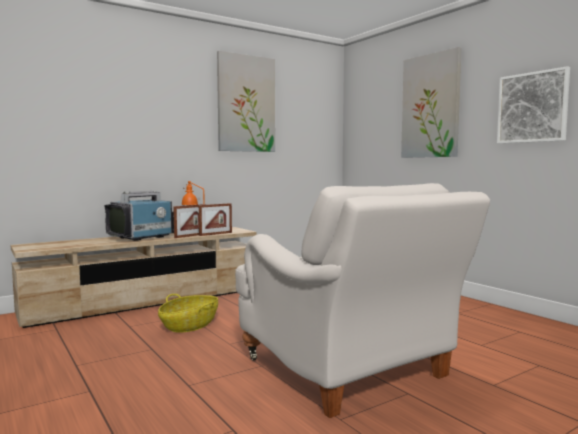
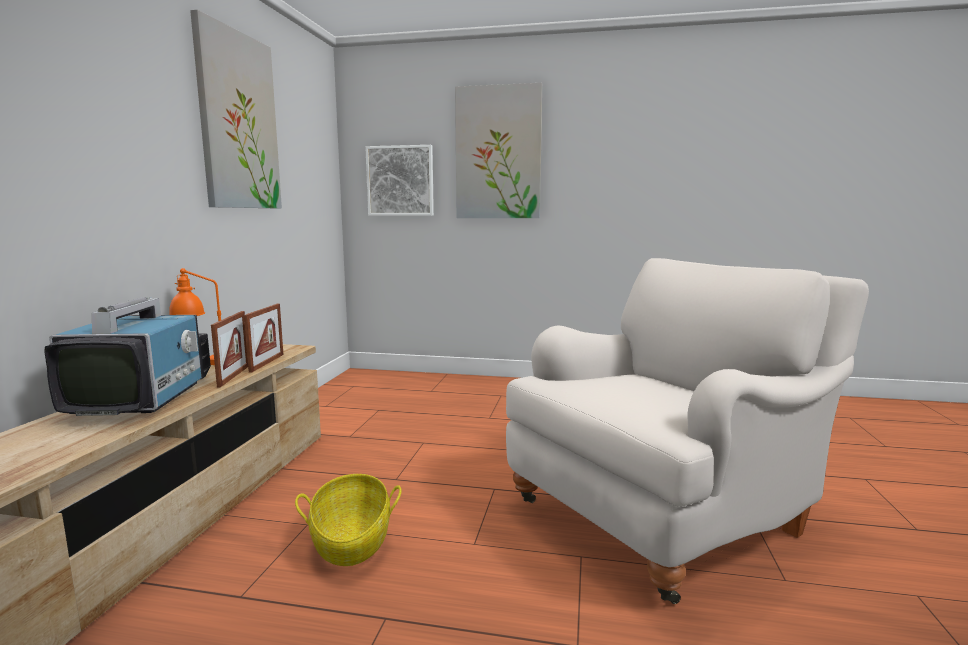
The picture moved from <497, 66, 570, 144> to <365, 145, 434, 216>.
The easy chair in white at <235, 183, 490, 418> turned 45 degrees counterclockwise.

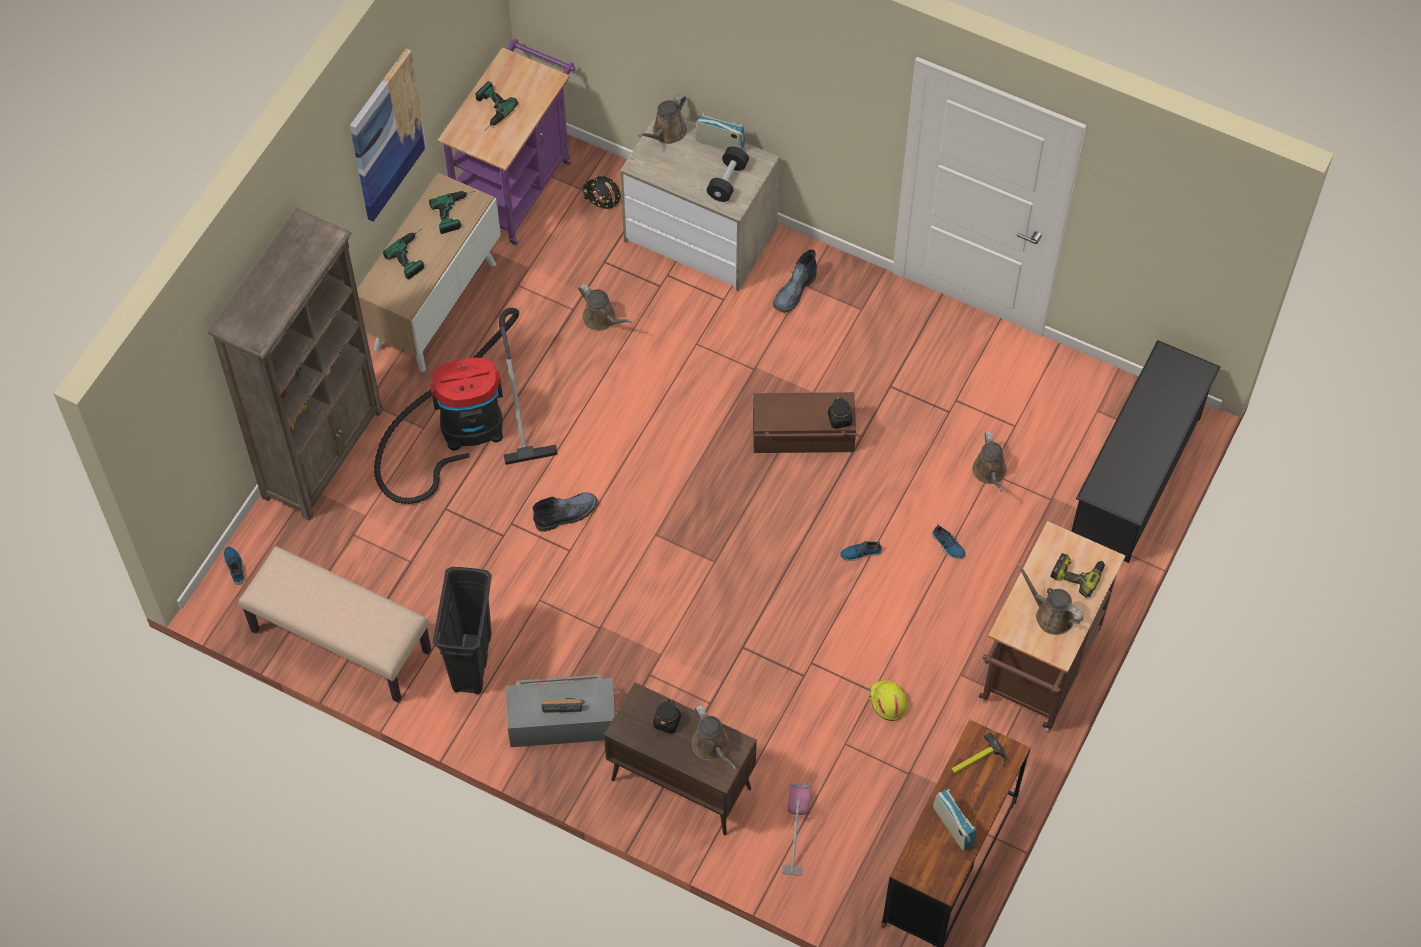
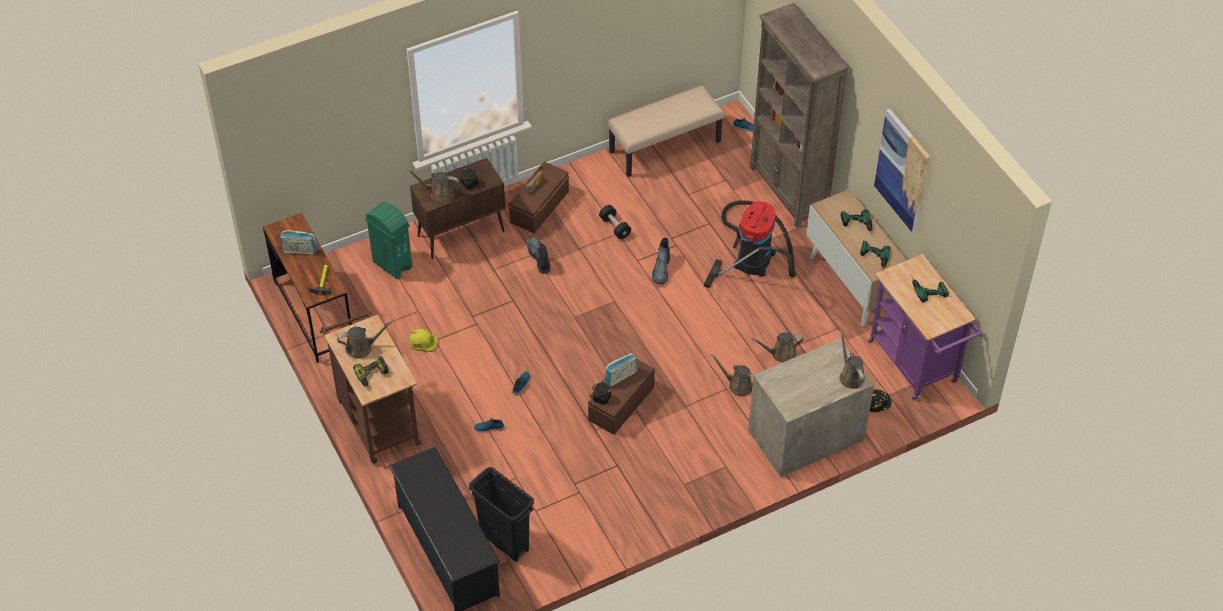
The radio moved from <695, 113, 745, 150> to <604, 353, 638, 387>.
The free weight in black-coloured moved from <707, 146, 749, 202> to <599, 205, 631, 239>.
The tall boot moved from <773, 250, 817, 313> to <527, 238, 551, 274>.
The watering can in brown-coloured moved from <972, 431, 1007, 491> to <711, 355, 755, 397>.
The rubbish bin in black-coloured moved from <433, 567, 492, 694> to <469, 467, 534, 561>.
The storage container in gray at <506, 674, 615, 747> became the storage container in brown-coloured at <509, 162, 569, 233>.
The vacuum cleaner at <782, 783, 811, 876> was replaced by the rubbish bin in green at <365, 202, 412, 279>.

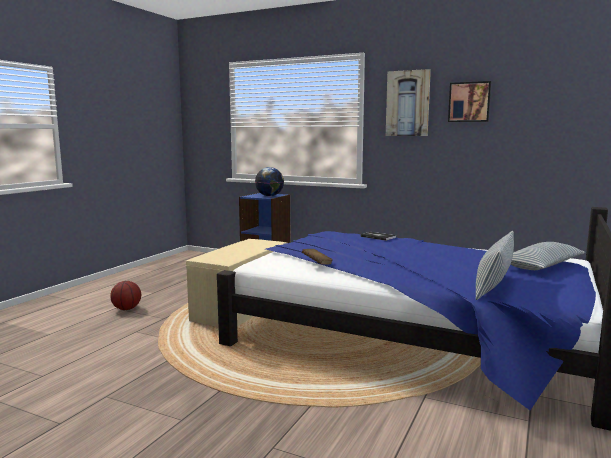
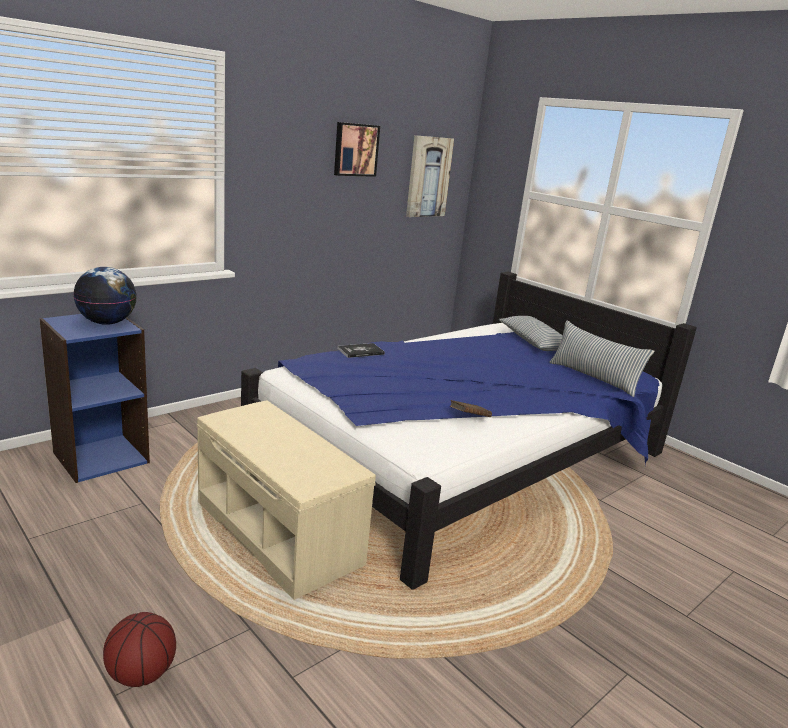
The picture moved from <386, 69, 431, 136> to <406, 135, 454, 217>.

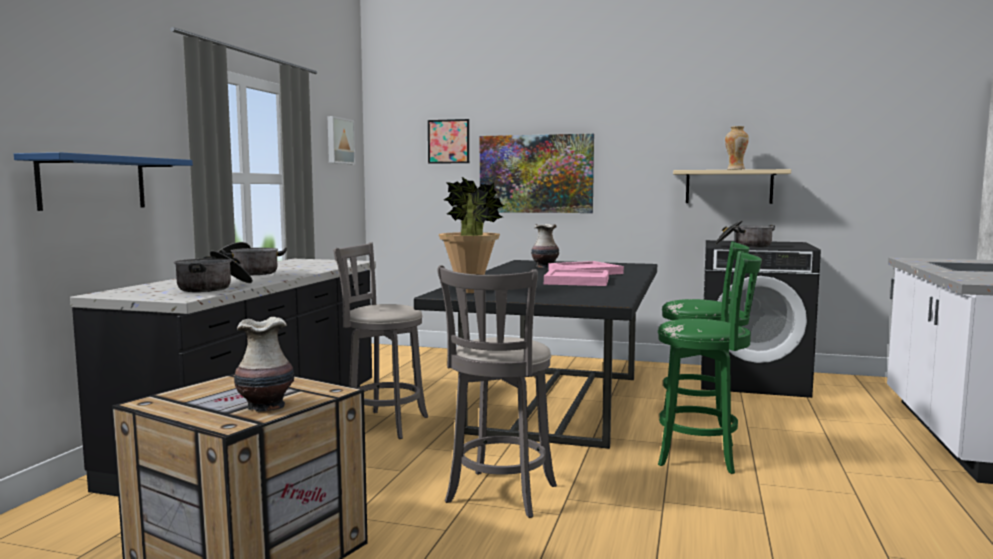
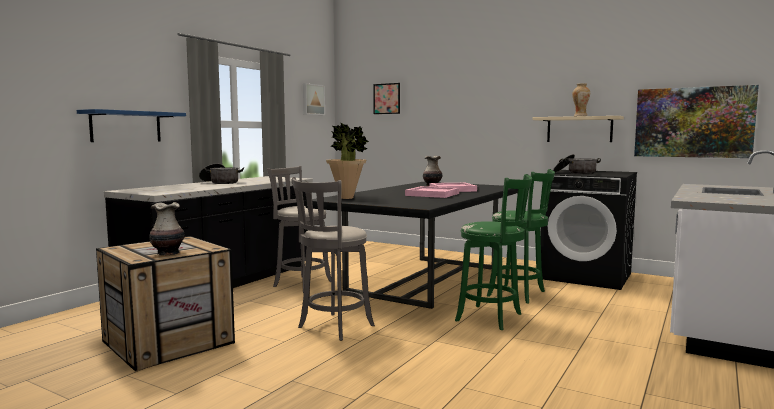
The picture moved from <480, 134, 594, 213> to <634, 85, 759, 158>.
The stockpot at <174, 251, 253, 292> disappeared.

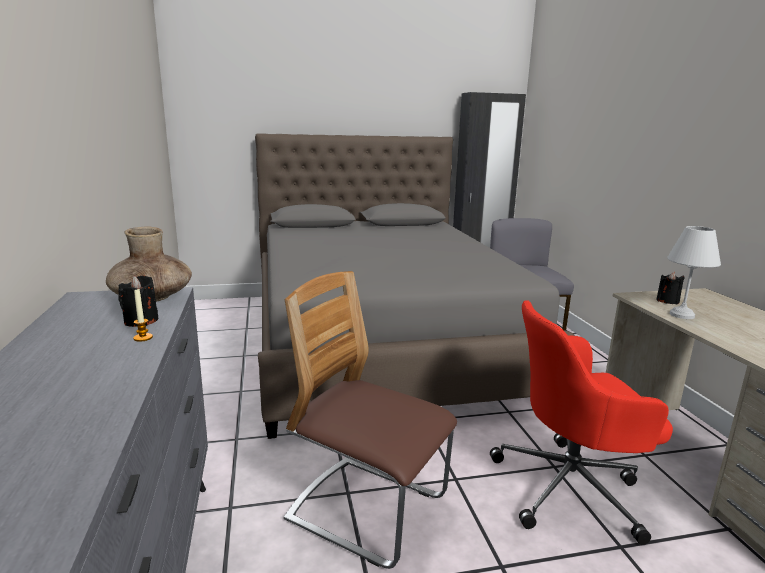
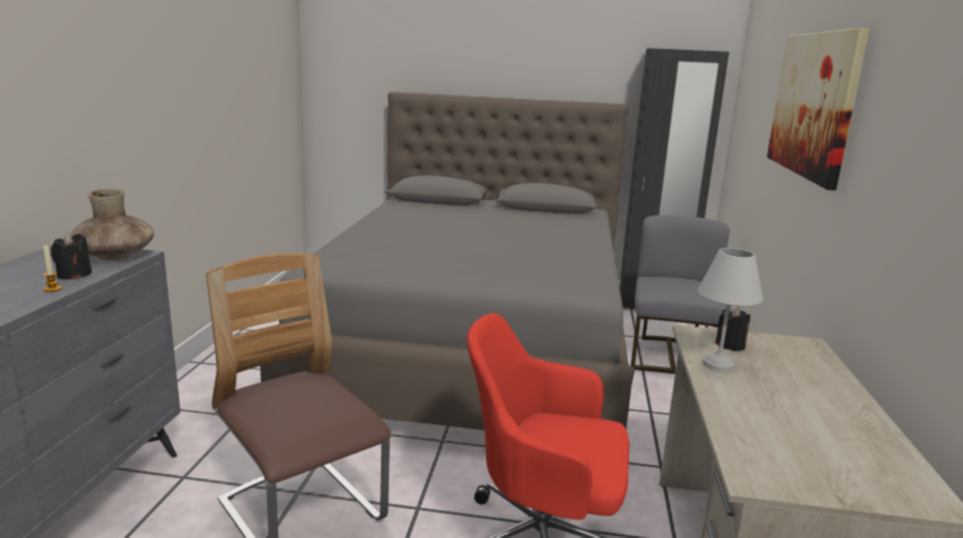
The picture at <767, 28, 869, 191> appeared.

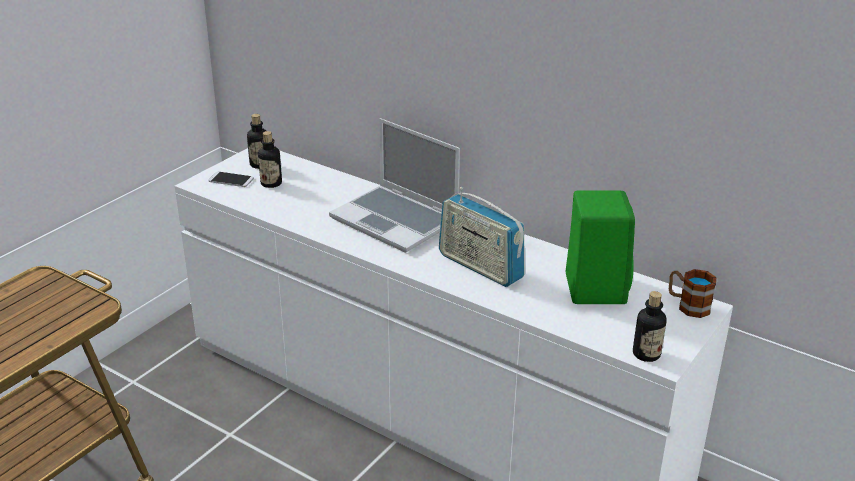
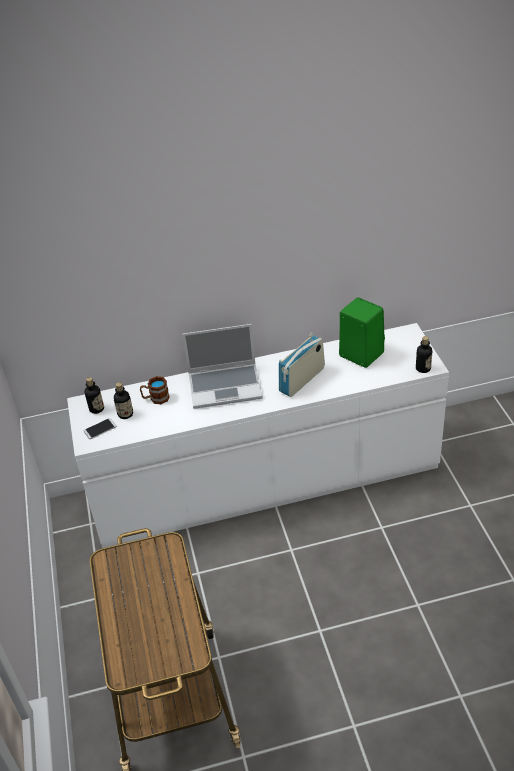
The radio at <439, 187, 525, 287> turned 135 degrees clockwise.
The tea mug moved from <669, 269, 716, 318> to <140, 376, 170, 404>.

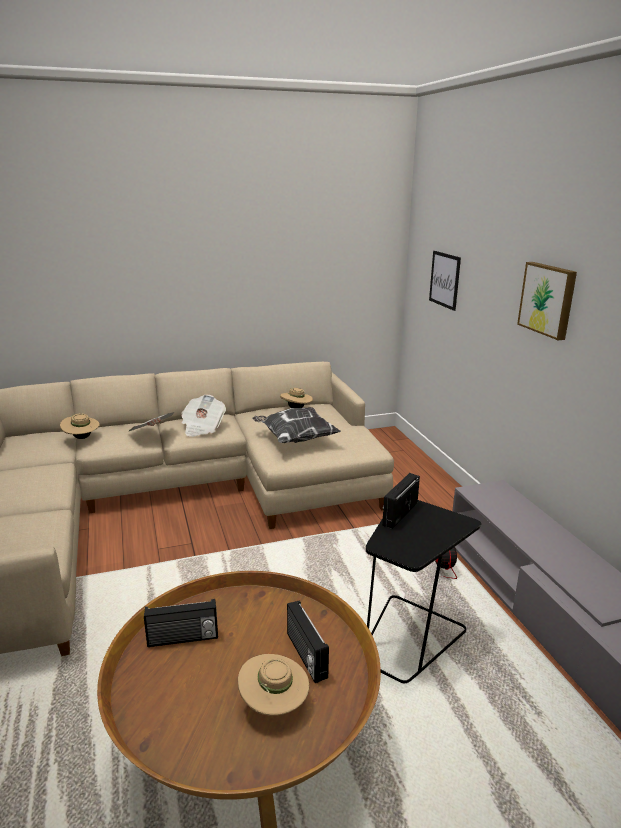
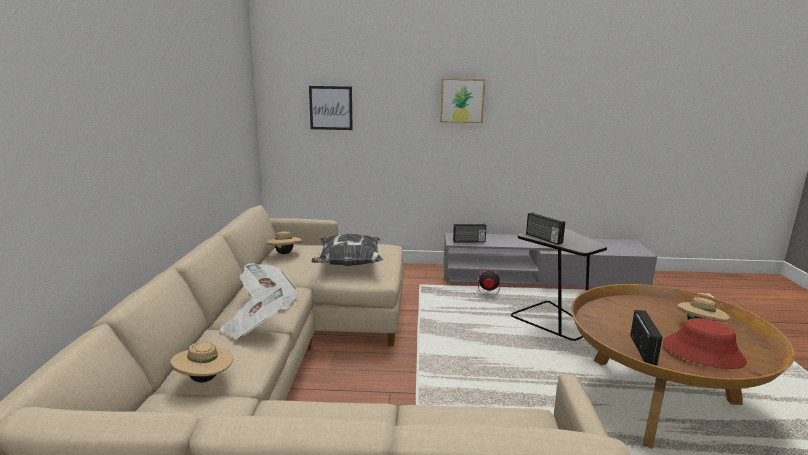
The radio moved from <287, 600, 329, 683> to <453, 224, 486, 243>.
The hat in red-coloured at <663, 318, 747, 369> appeared.

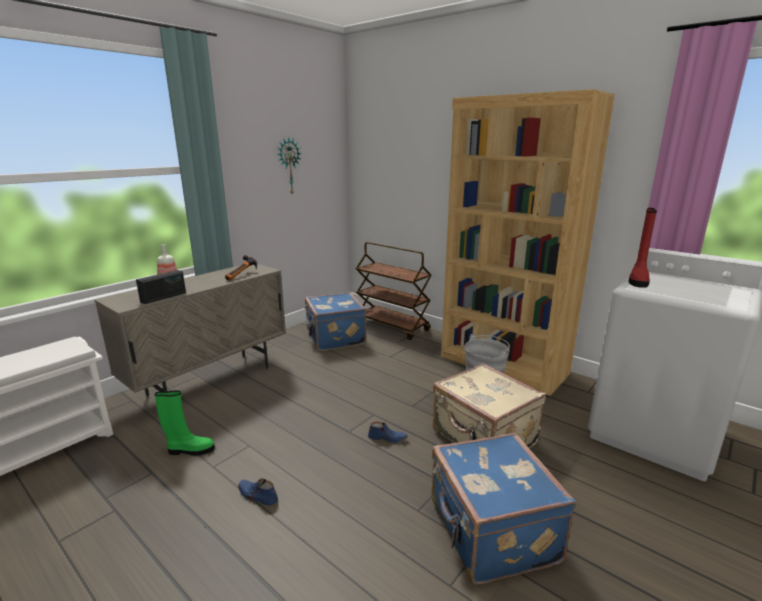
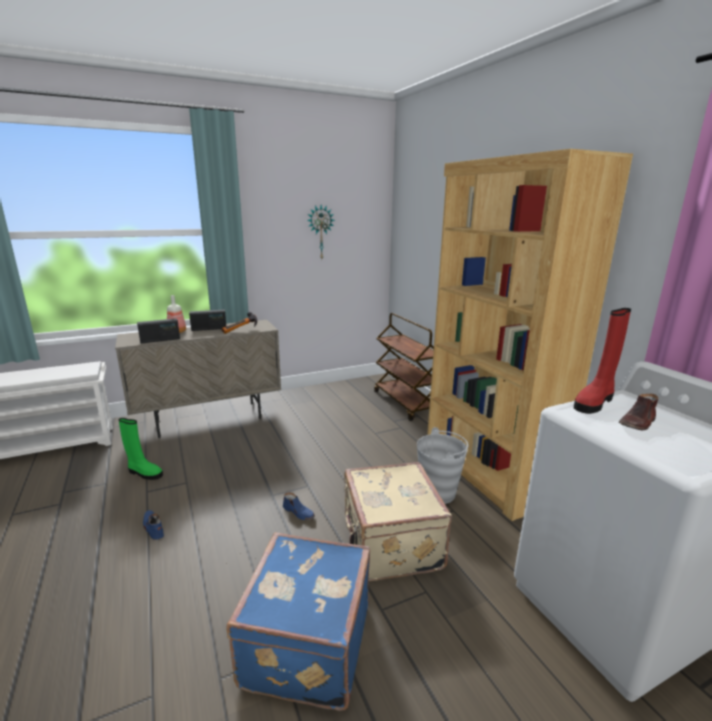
The piece of luggage in bluish at <304, 292, 367, 351> disappeared.
The radio at <189, 310, 226, 331> appeared.
The shoe in brown-coloured at <619, 394, 659, 431> appeared.

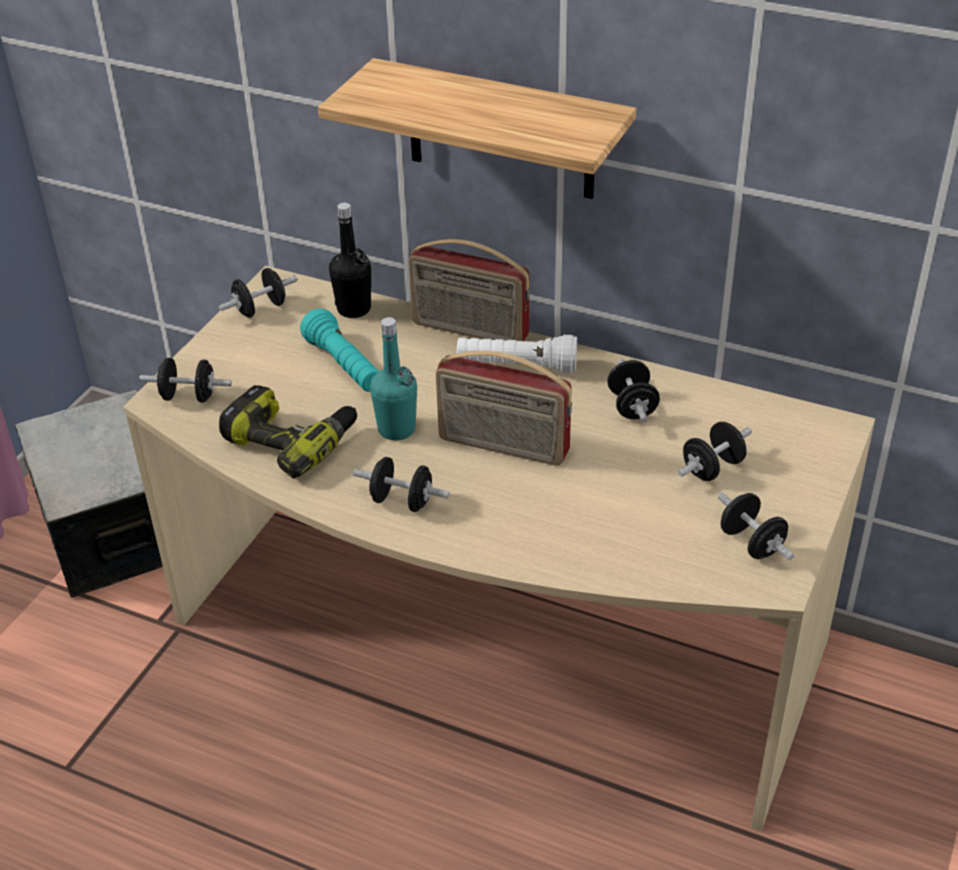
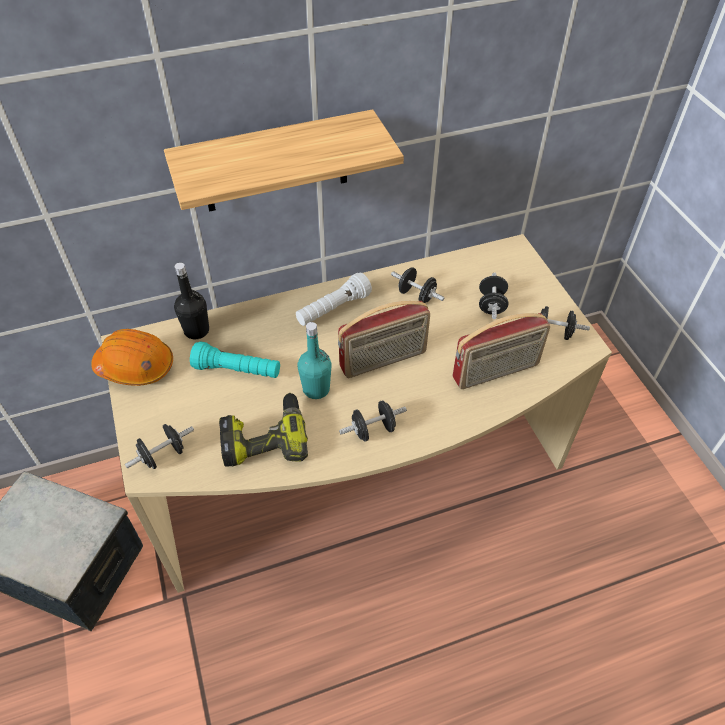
The radio moved from <408, 239, 530, 341> to <453, 313, 550, 389>.
The free weight in black-coloured at <219, 268, 298, 318> was replaced by the hard hat in orange-coloured at <91, 329, 173, 386>.

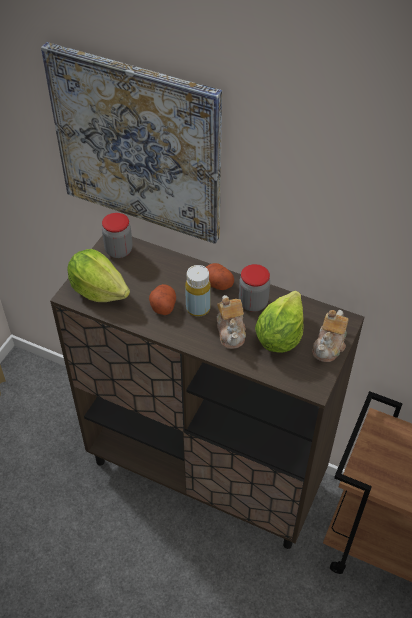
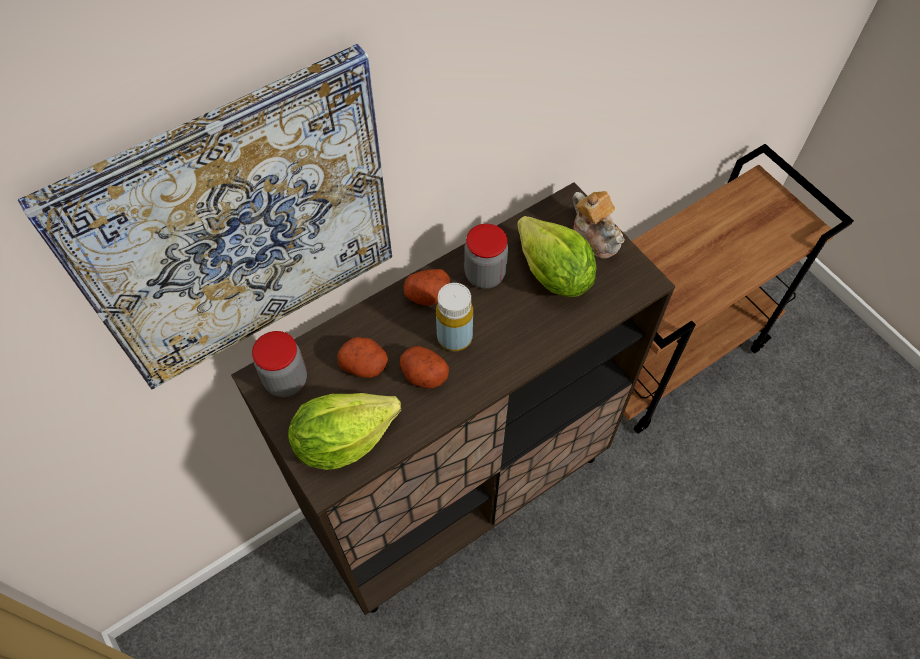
The pot for tea at <217, 295, 246, 349> disappeared.
The spud at <337, 337, 388, 378> appeared.

